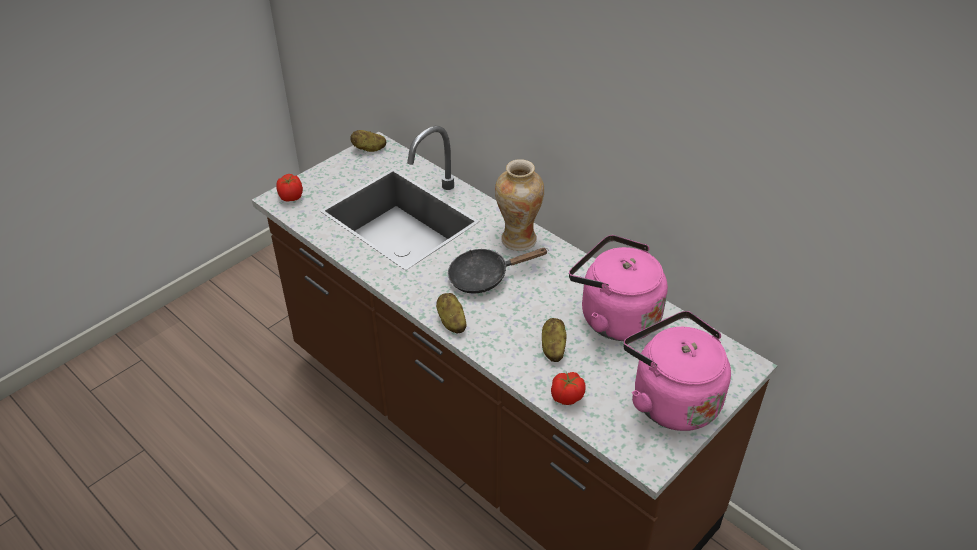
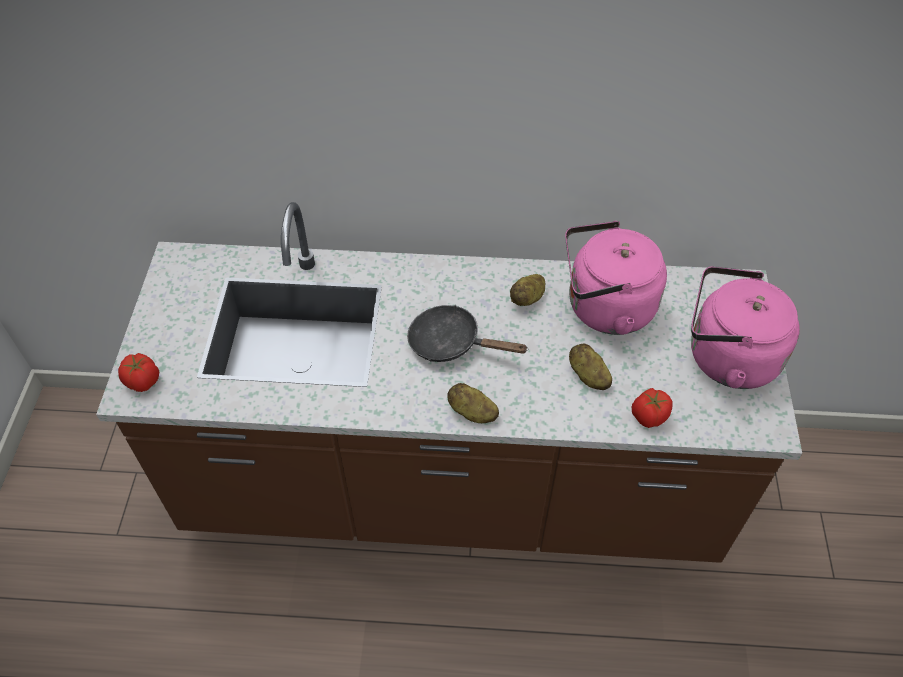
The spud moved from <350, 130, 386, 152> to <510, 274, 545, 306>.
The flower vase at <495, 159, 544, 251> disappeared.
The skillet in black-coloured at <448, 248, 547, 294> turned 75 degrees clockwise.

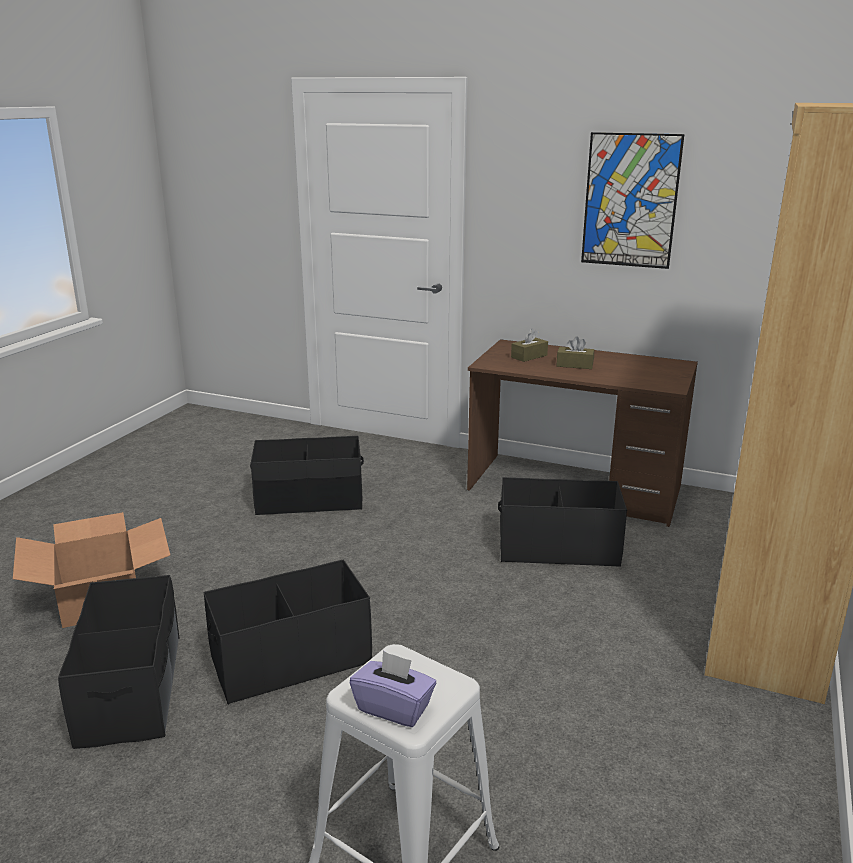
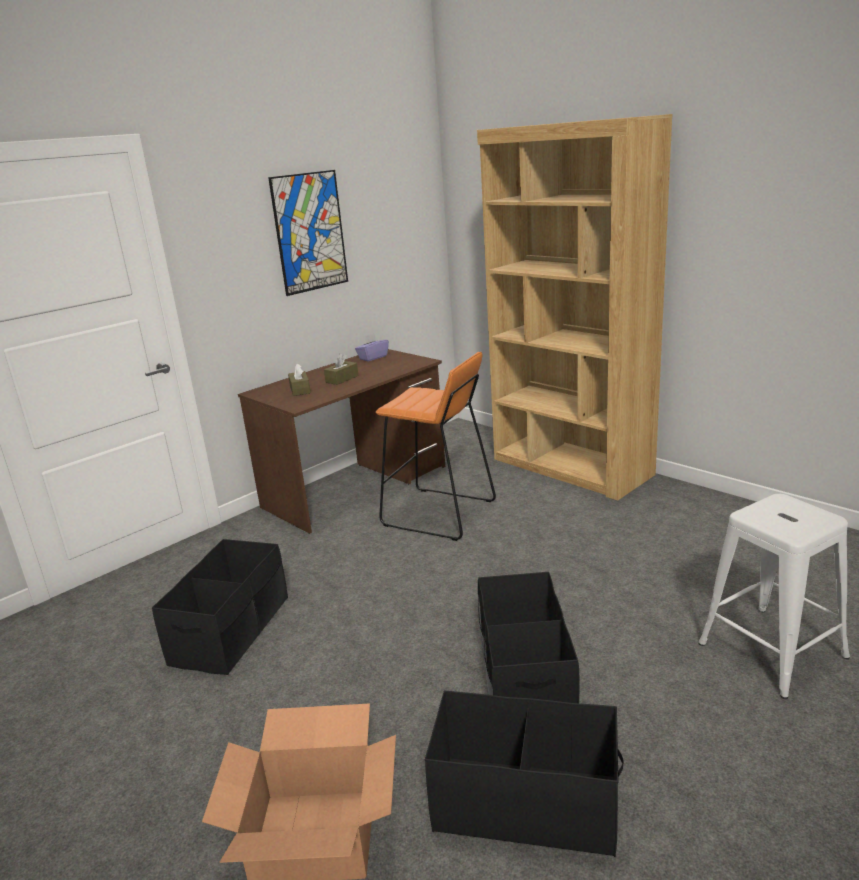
The storage container in black-coloured at <498, 477, 627, 567> was replaced by the sitting stool in orange-coloured at <375, 352, 496, 541>.
The box of tissues in purple moved from <350, 651, 436, 727> to <355, 333, 389, 361>.

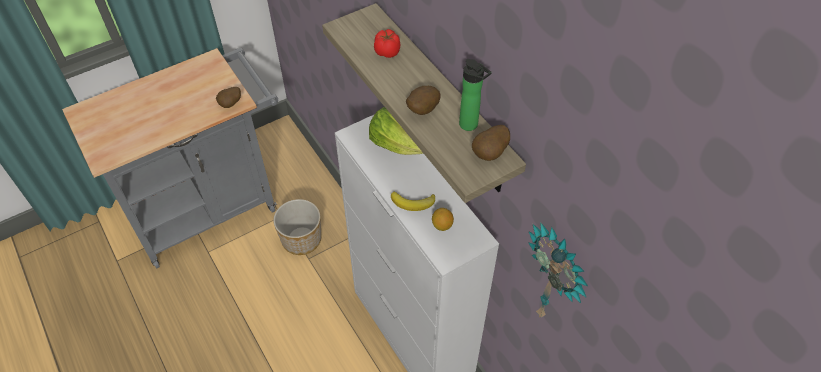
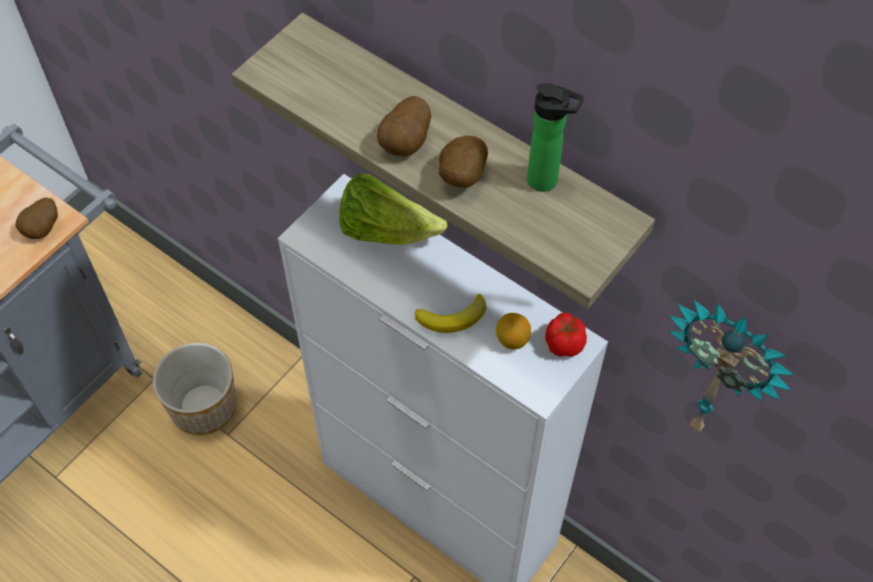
The fresh tomato moved from <374, 29, 400, 58> to <545, 313, 587, 357>.
The spud moved from <472, 125, 510, 161> to <377, 96, 431, 156>.

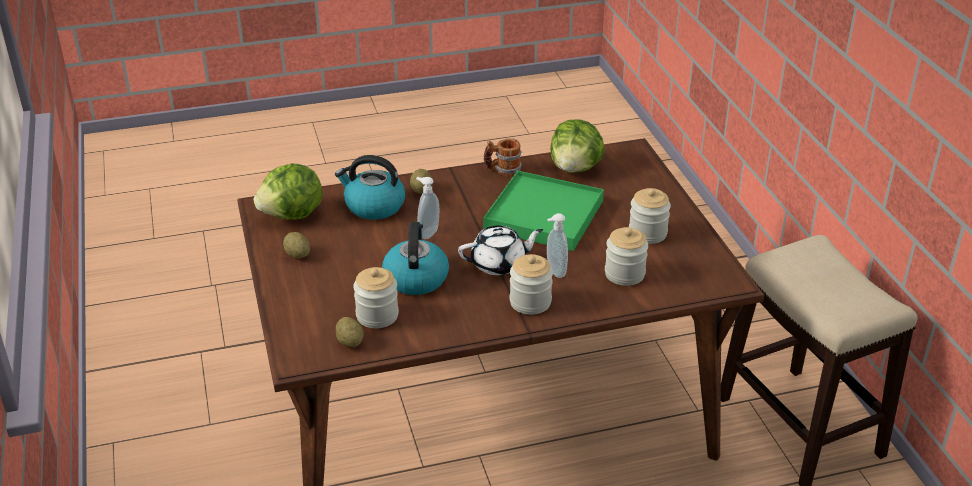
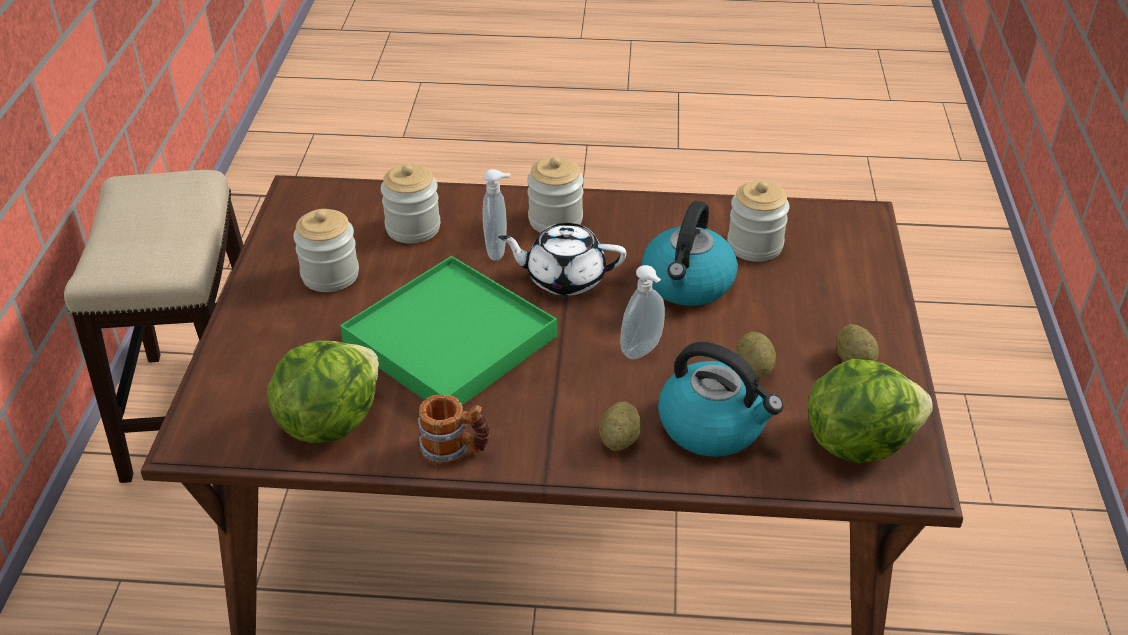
The spud moved from <336, 317, 364, 347> to <736, 332, 776, 377>.

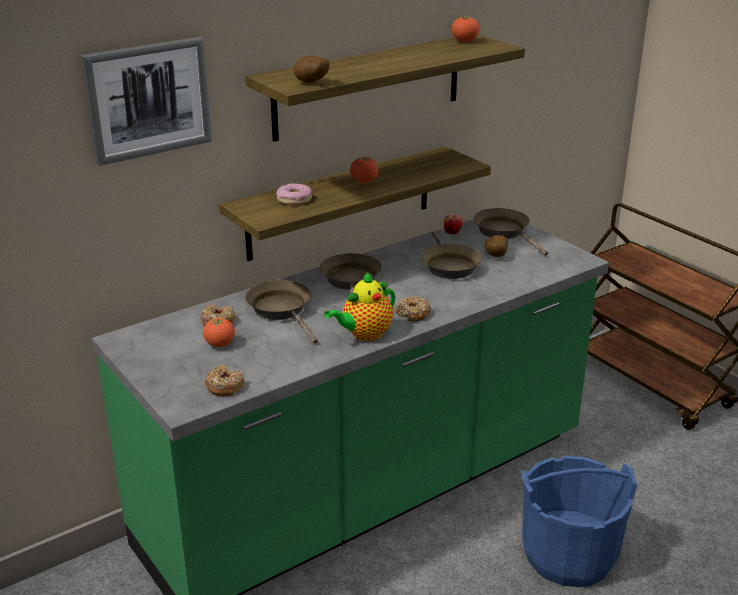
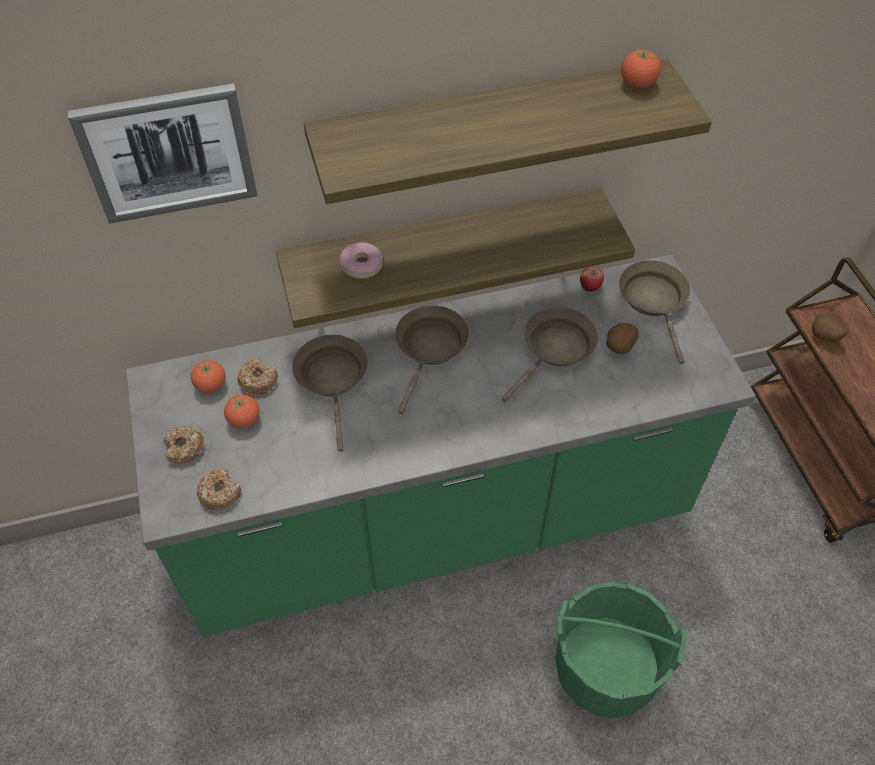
The spud moved from <294, 56, 330, 83> to <812, 314, 848, 342>.
The fresh tomato moved from <350, 157, 378, 183> to <191, 360, 226, 393>.
The skillet in brown-coloured at <422, 232, 482, 279> turned 150 degrees counterclockwise.
The pot for tea at <324, 272, 395, 341> disappeared.
The donut moved from <396, 296, 431, 322> to <163, 426, 204, 464>.
The water bucket in bluish at <521, 456, 638, 587> became the water bucket in green at <556, 581, 687, 718>.

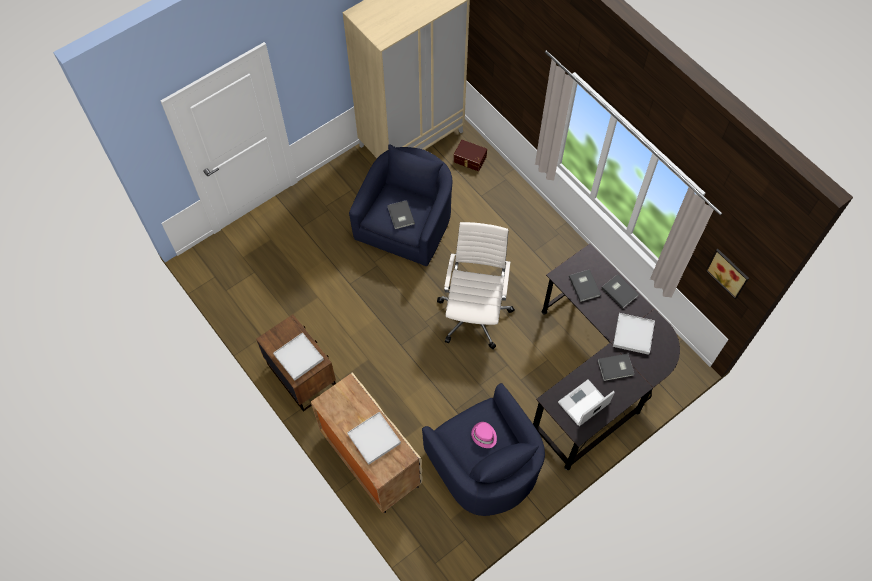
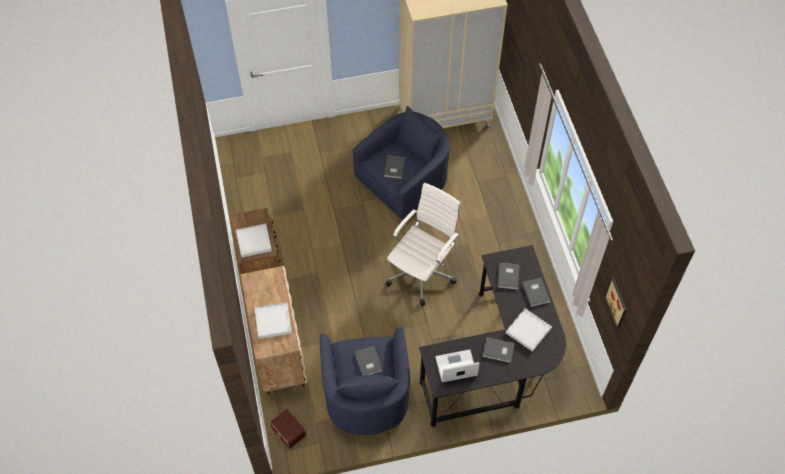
The storage container in brown-coloured moved from <453, 140, 487, 171> to <270, 409, 306, 449>.
The hat in pinkish at <471, 422, 497, 448> was replaced by the book in gray at <355, 346, 383, 375>.

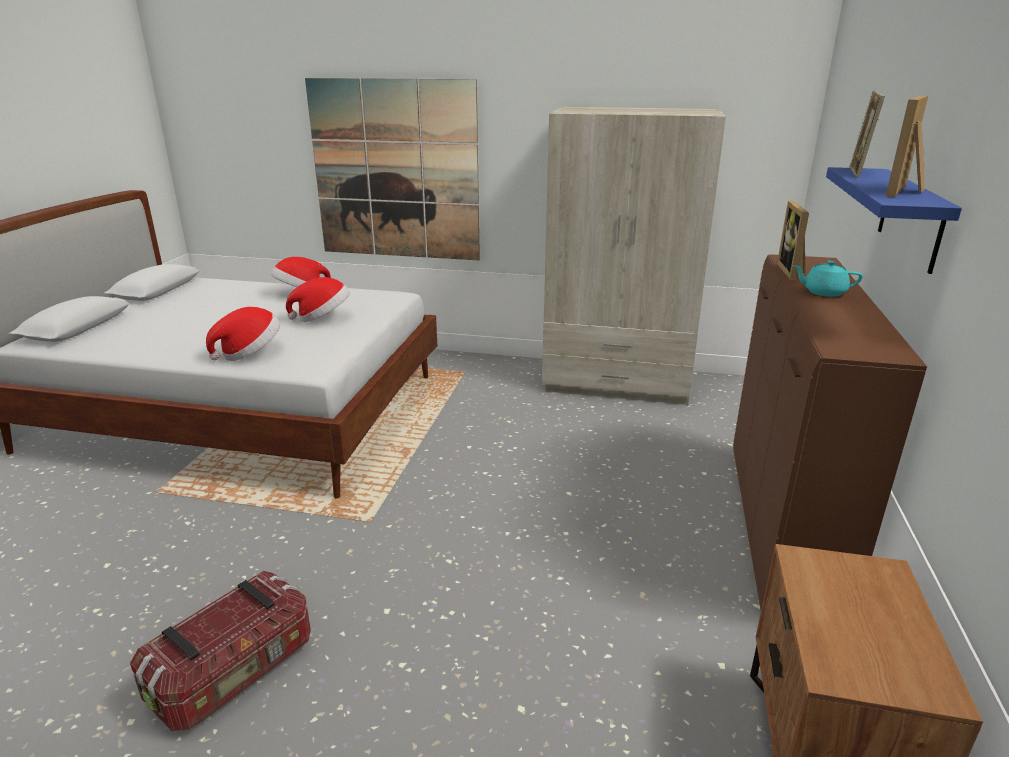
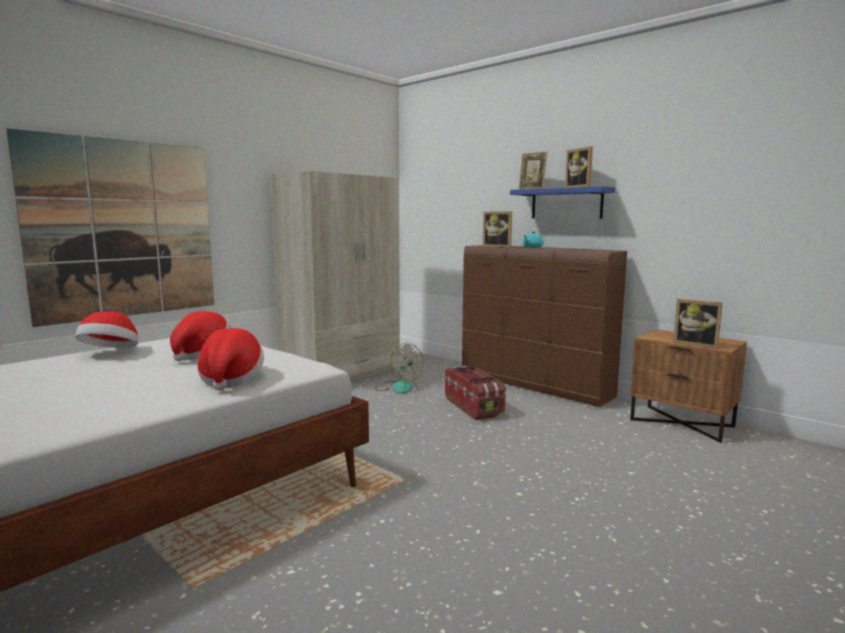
The storage container moved from <130, 571, 311, 731> to <445, 366, 506, 420>.
The standing frame at <673, 299, 723, 349> appeared.
The electric fan at <375, 343, 424, 394> appeared.

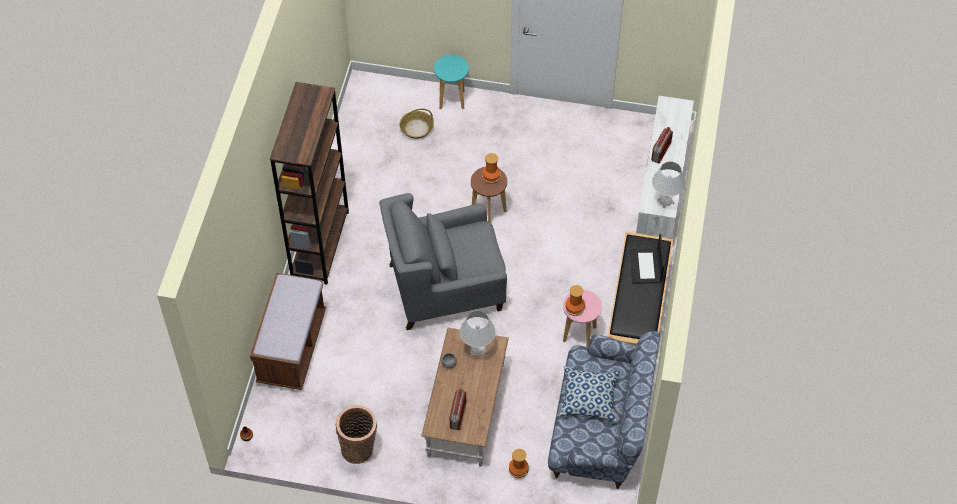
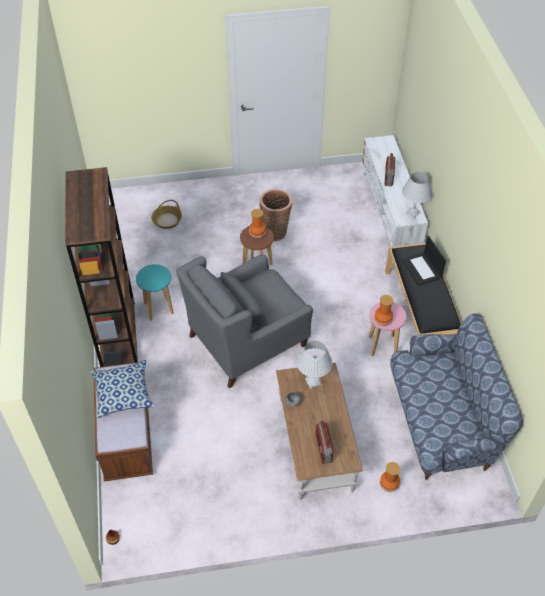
The sitting stool in turquoise moved from <434, 55, 469, 109> to <136, 264, 174, 320>.
The pillow moved from <560, 366, 620, 422> to <91, 360, 155, 418>.
The storage basket moved from <336, 405, 377, 464> to <259, 189, 292, 241>.

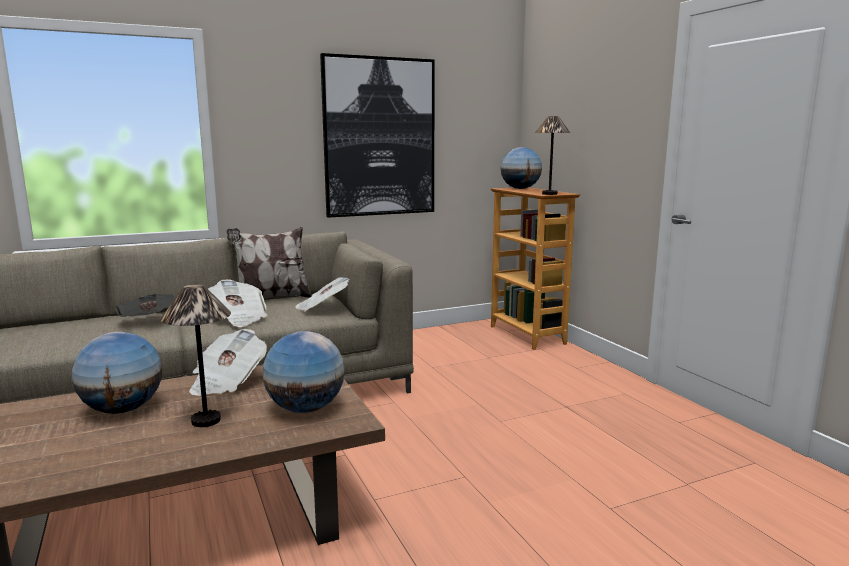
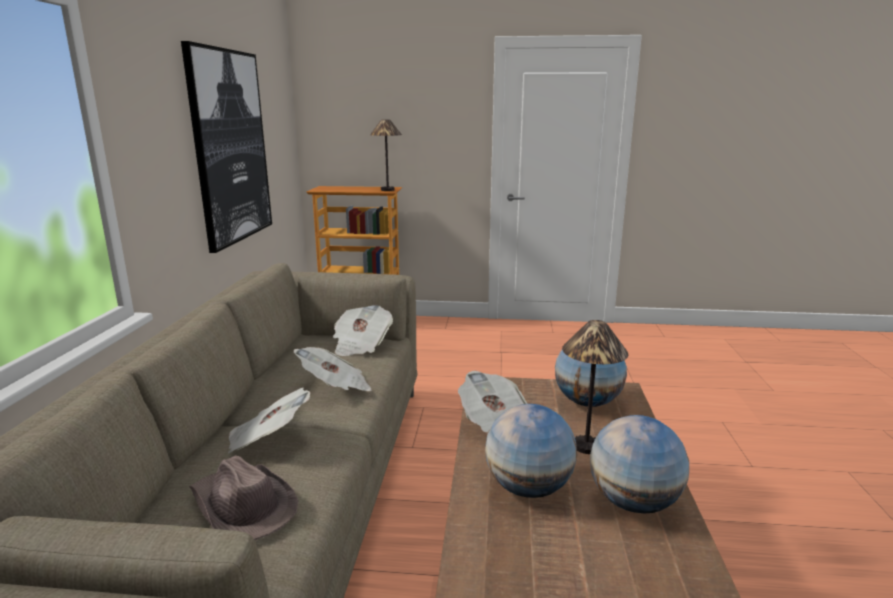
The world globe moved from <501, 147, 542, 189> to <590, 415, 689, 513>.
The pillow at <226, 227, 312, 298> disappeared.
The hat in brown-coloured at <189, 455, 298, 540> appeared.

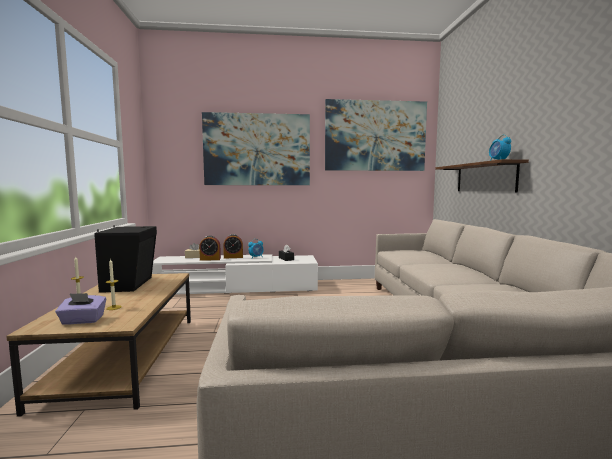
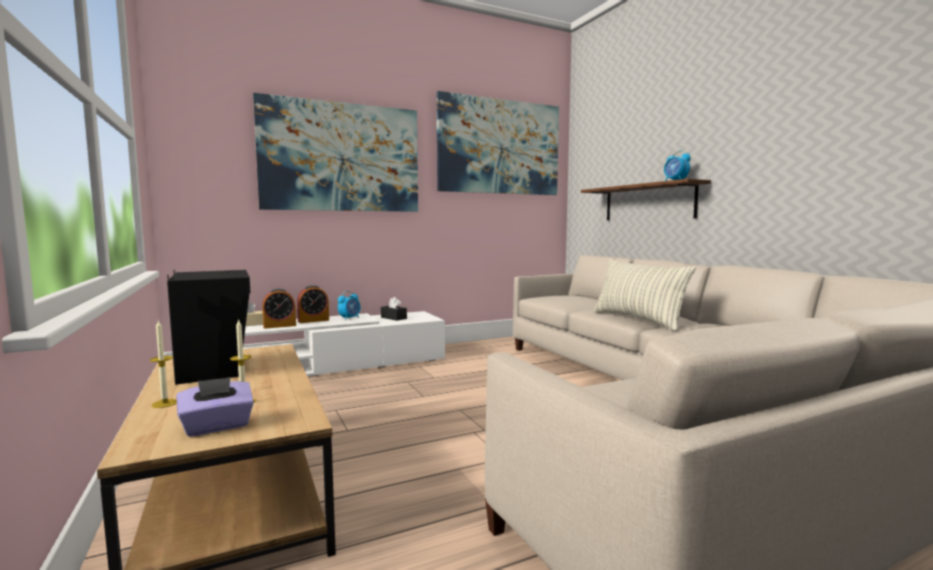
The pillow at <594, 259, 695, 331> appeared.

